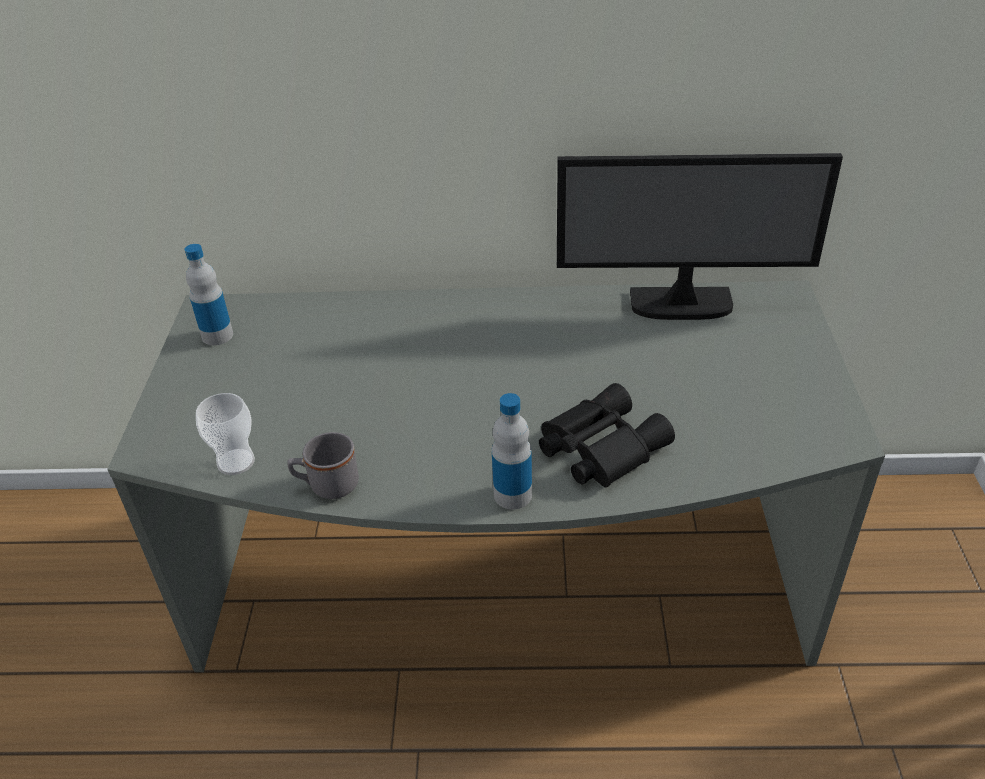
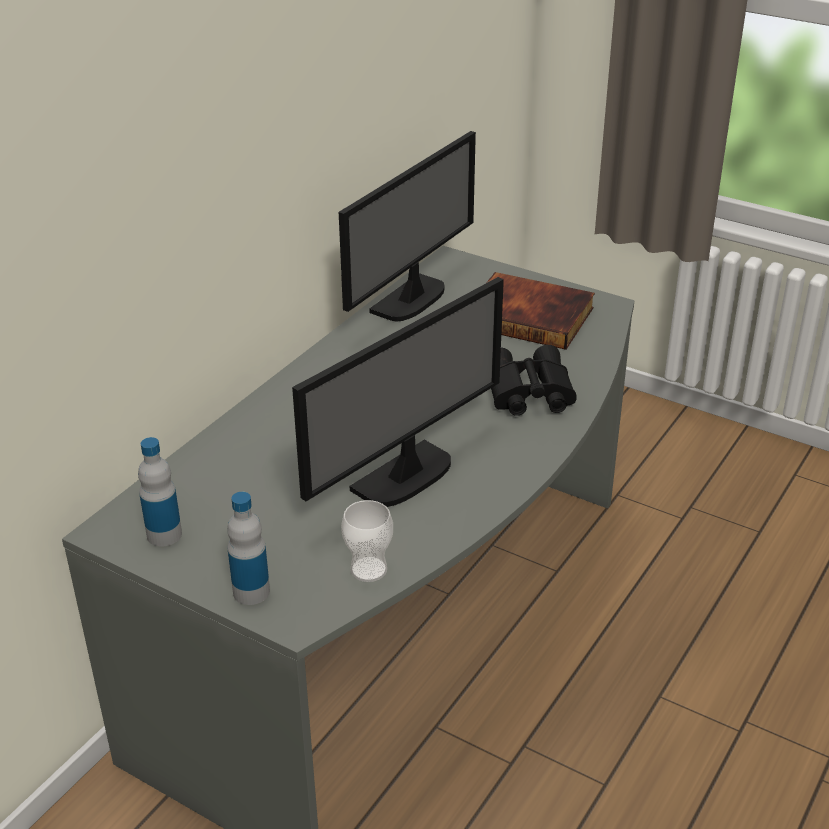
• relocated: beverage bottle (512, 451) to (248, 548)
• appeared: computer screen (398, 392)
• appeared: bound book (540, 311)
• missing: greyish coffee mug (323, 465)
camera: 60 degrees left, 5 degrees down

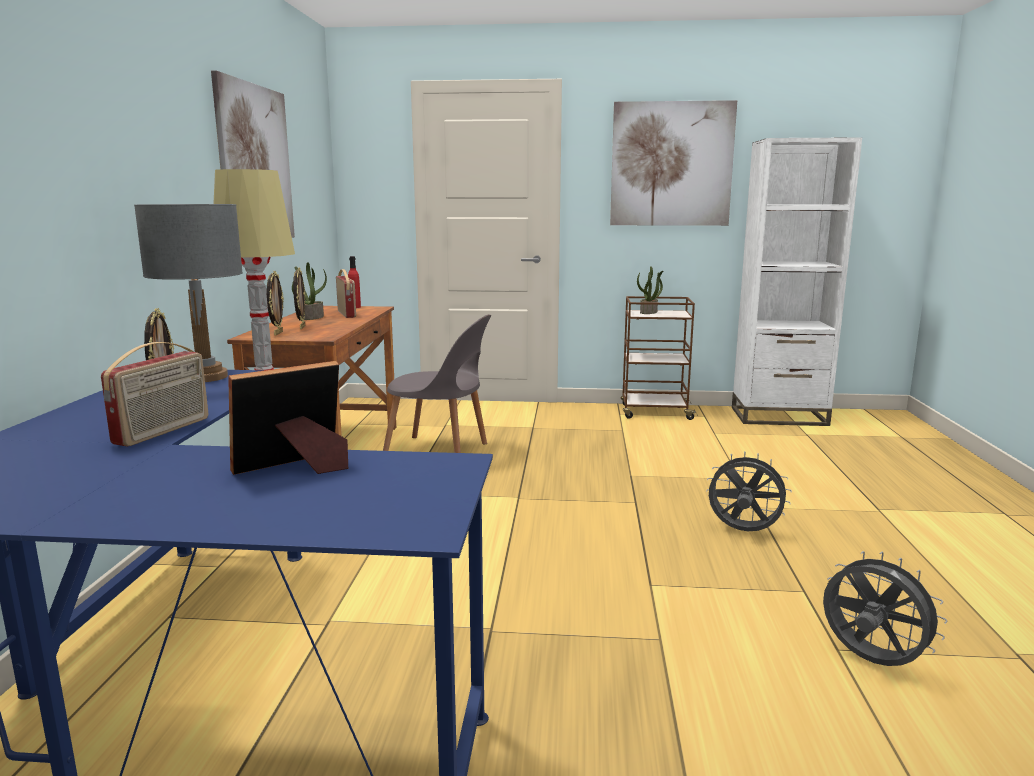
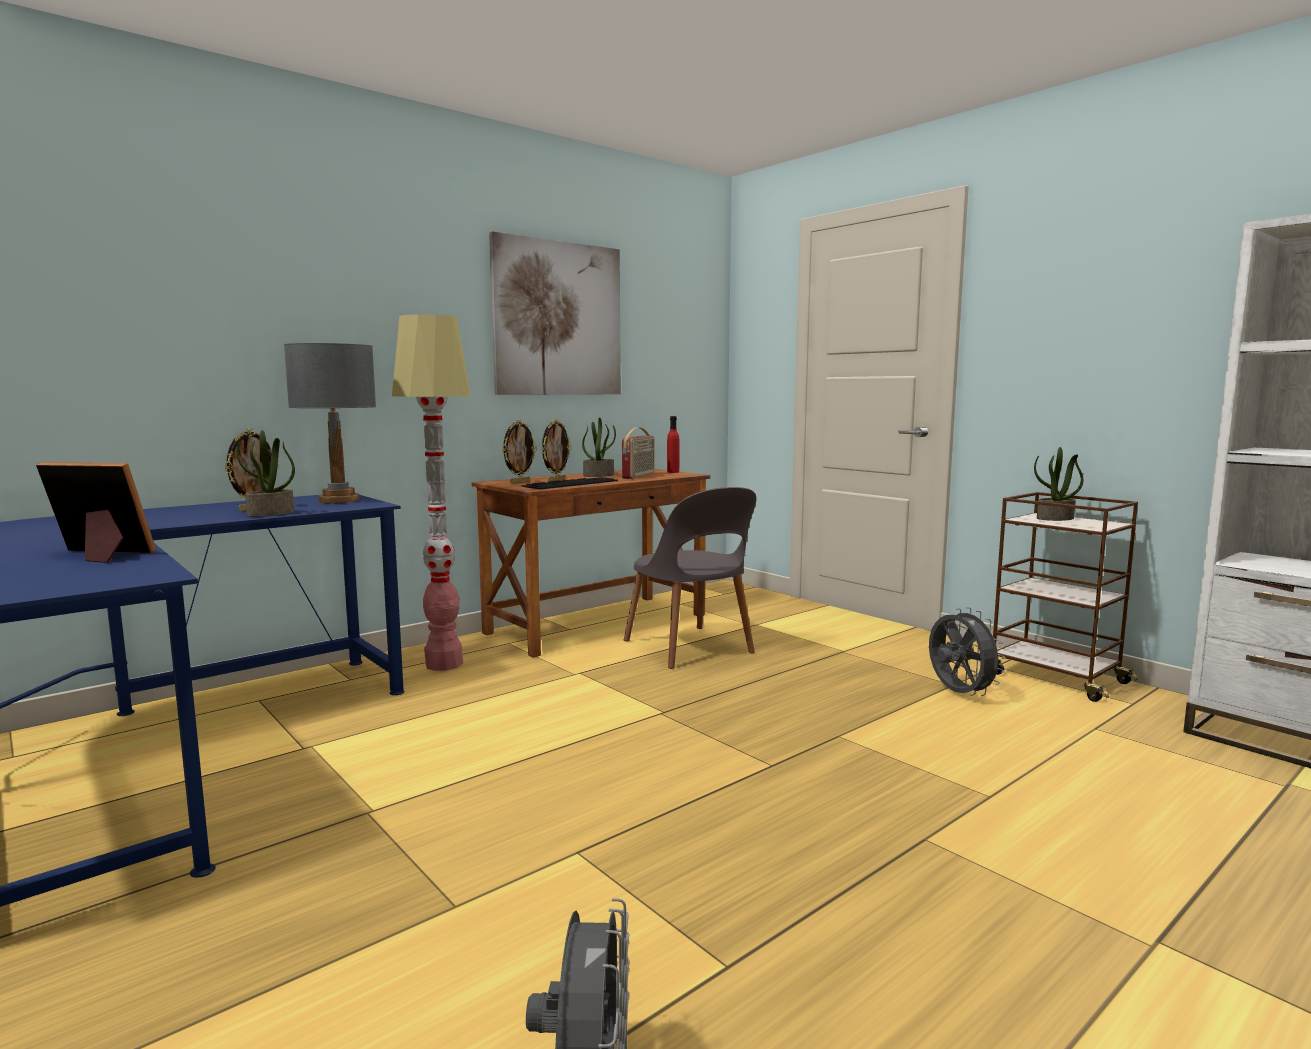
• appeared: plant in a pot (265, 473)
• appeared: computer keyboard (569, 483)
• relocated: greyish electric fan (749, 491) to (967, 651)
• missing: radio set (154, 394)
• missing: wall picture (673, 163)
camera: 45 degrees right, 5 degrees down

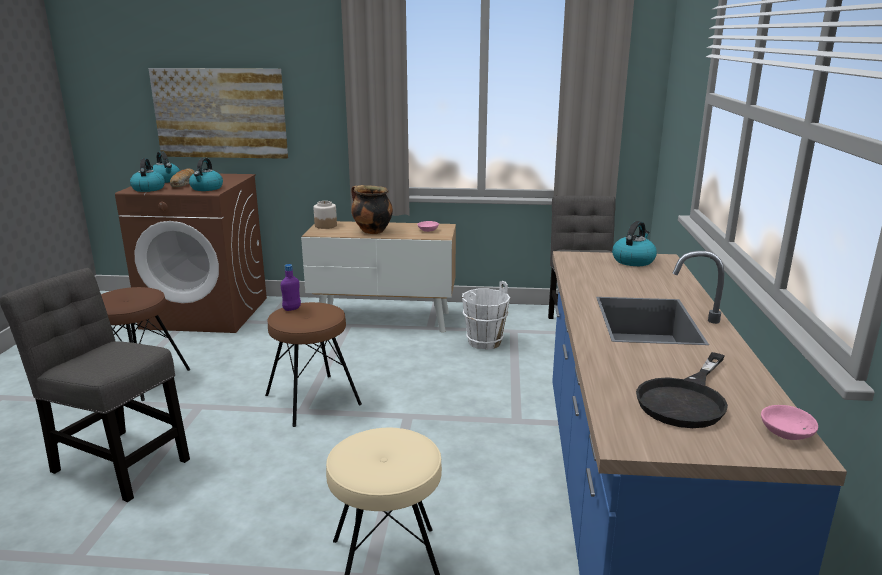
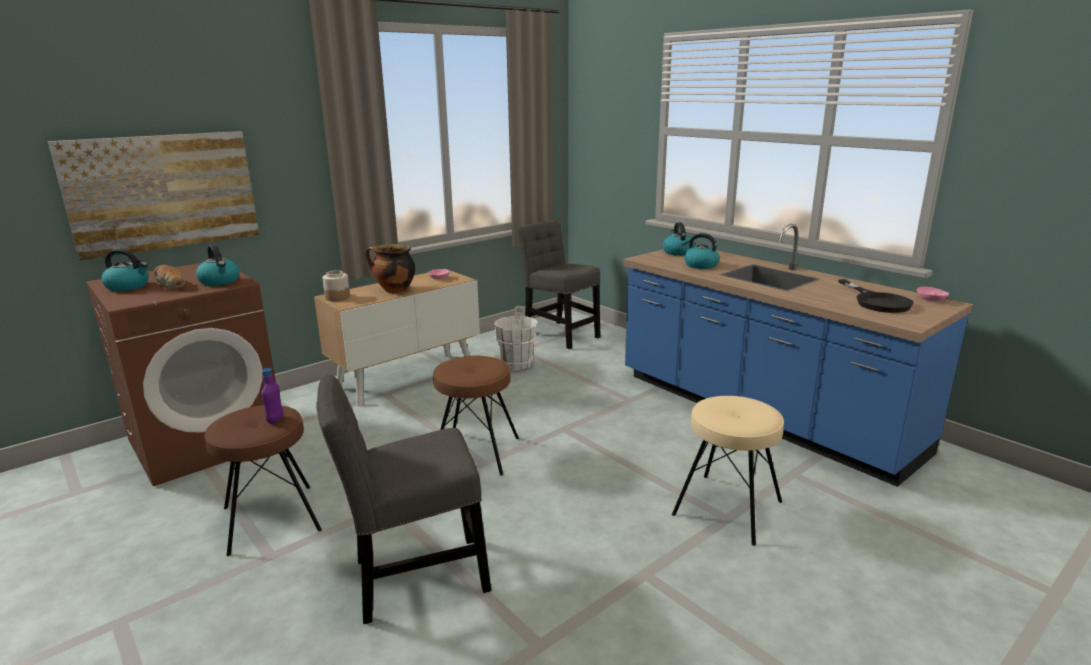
• relocated: purple-coloured beverage bottle (291, 287) to (272, 396)
• relocated: tea kettle (147, 175) to (700, 251)
camera: 45 degrees left, 0 degrees up

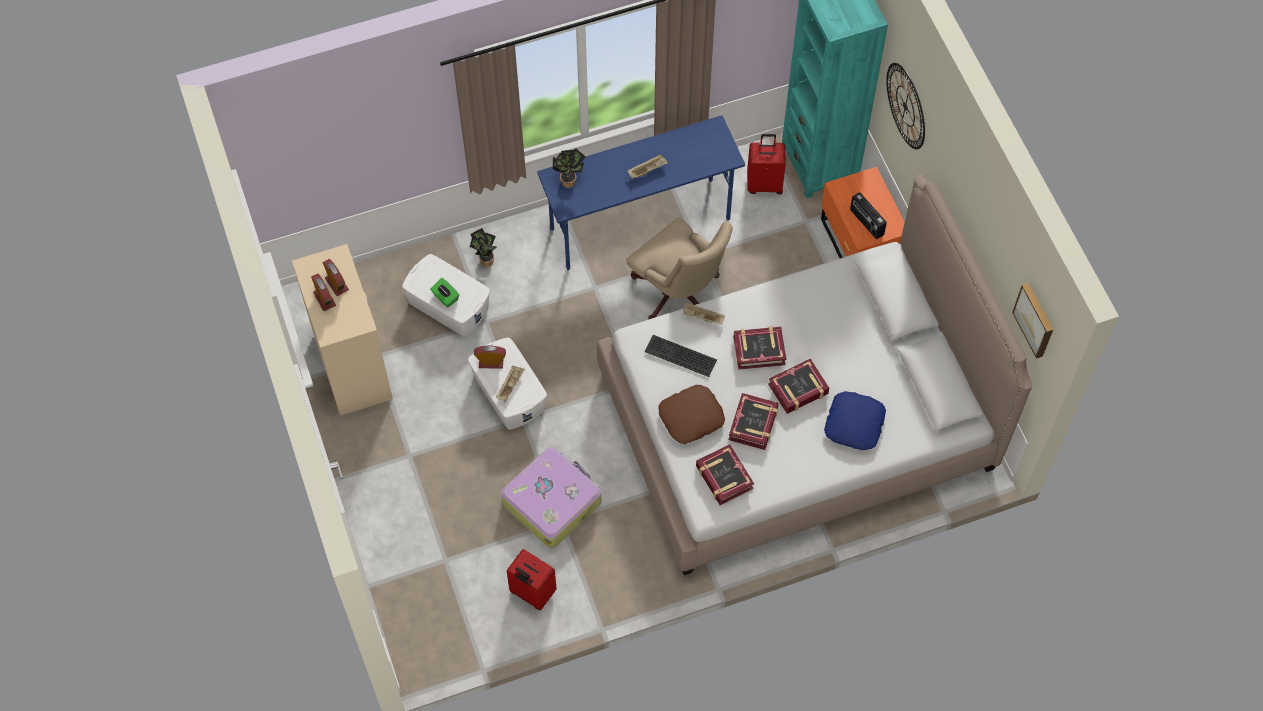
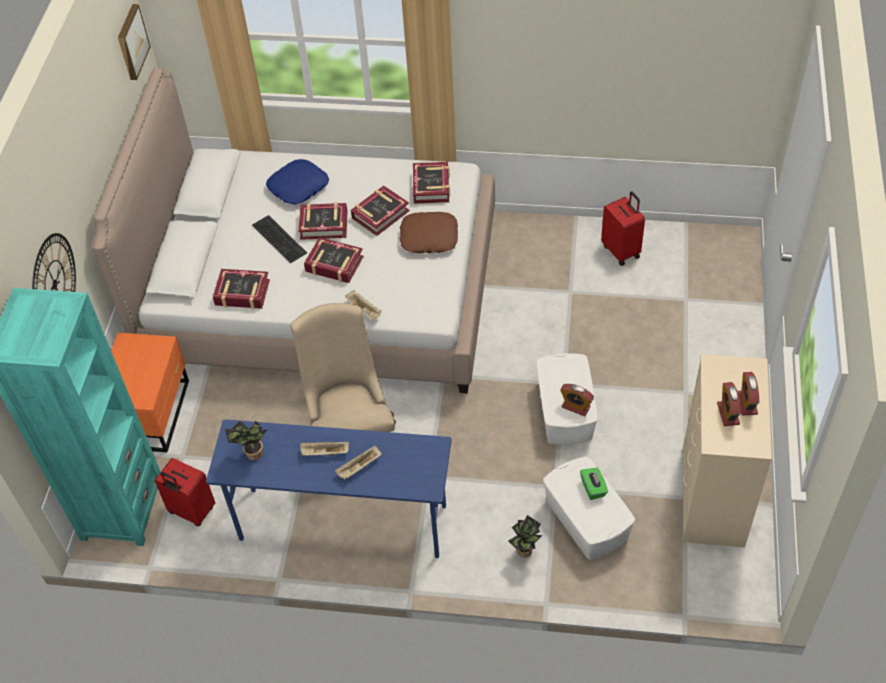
• appeared: bound book (241, 289)
• relocated: plant in a pot (569, 168) to (246, 440)
• relocated: computer keyboard (681, 356) to (279, 239)
• relocated: beige-coloured tray (510, 384) to (358, 462)
• missing: piece of luggage (551, 497)
• missing: radio set (868, 215)
camera: 150 degrees left, 10 degrees down

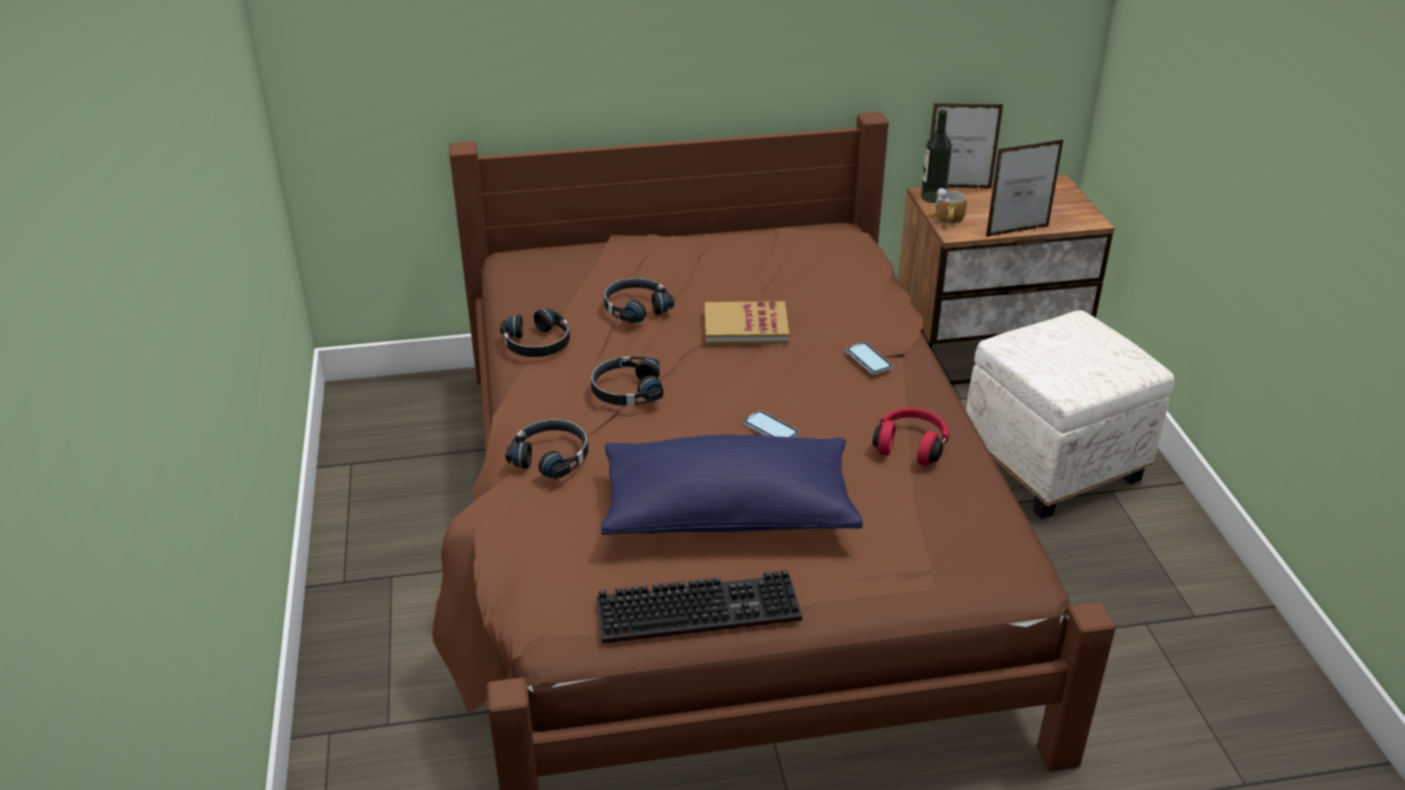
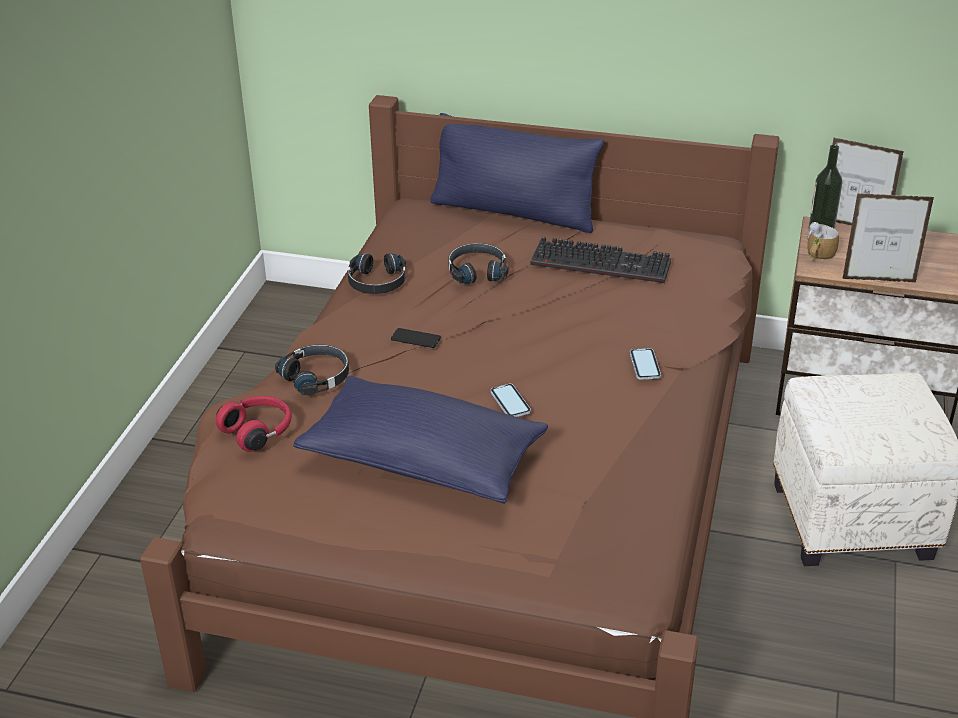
• relocated: red headphones (911, 437) to (254, 424)
• exchanged: blackish headphones (627, 380) to telephone (416, 338)
• appeared: blue pillow (517, 173)
• relocated: computer keyboard (699, 607) to (600, 260)
• missing: bound book (747, 322)
camera: 25 degrees right, 0 degrees up

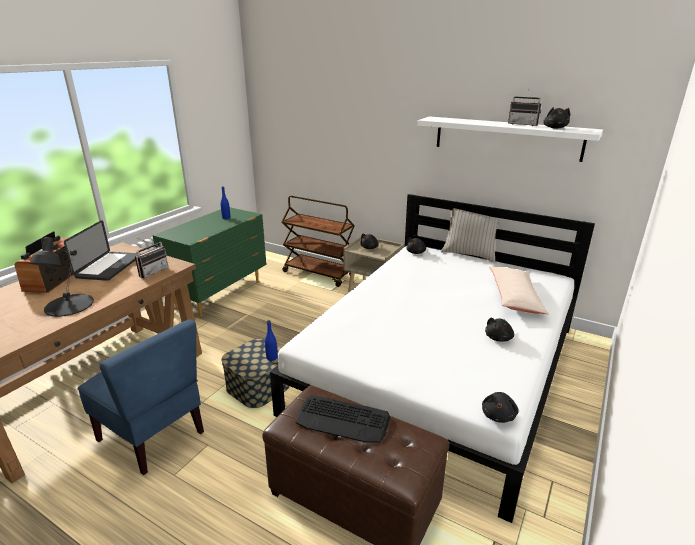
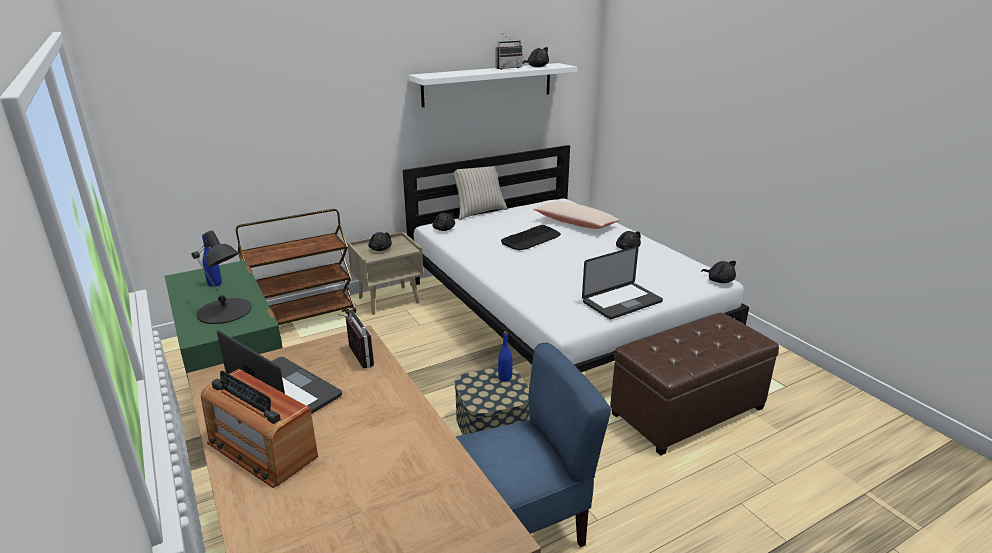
• relocated: blackish tabletop lamp (61, 277) to (222, 277)
• relocated: computer keyboard (343, 419) to (531, 238)
• appeared: portable computer (622, 283)
camera: 60 degrees left, 0 degrees up

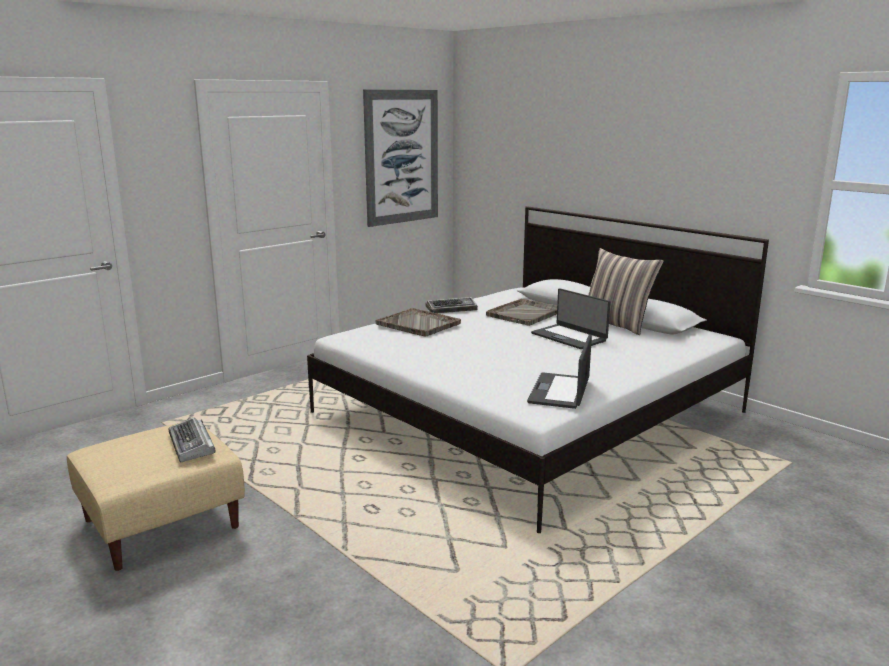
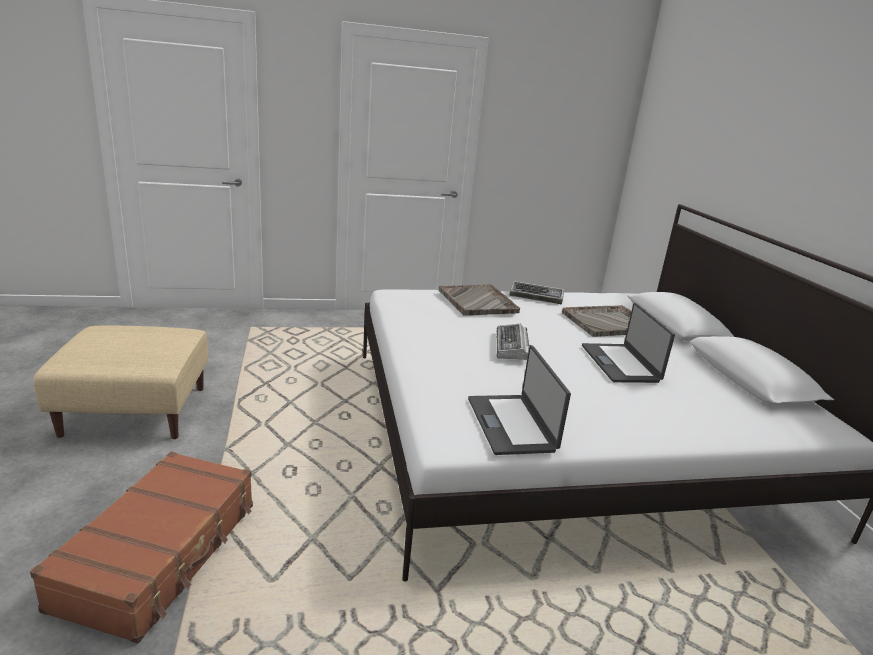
• appeared: brown-coloured piece of luggage (141, 548)
• spun: portable computer (559, 371) = (519, 400) 60 degrees counterclockwise
• relocated: computer keyboard (191, 440) to (513, 342)
• missing: wall picture (400, 158)
• missing: pillow (626, 291)
camera: 30 degrees right, 5 degrees up

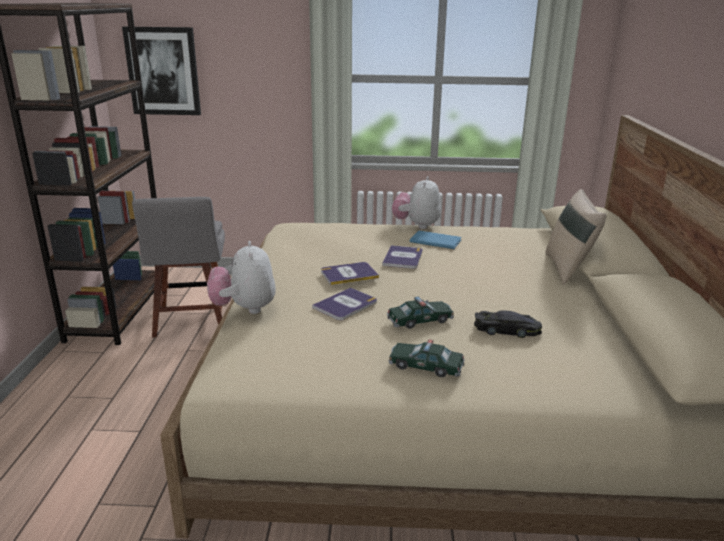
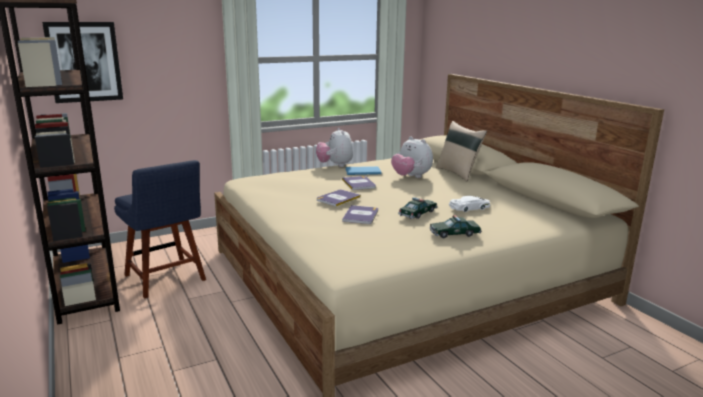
• colour: greyish upright chair (178, 267) to blue upright chair (160, 229)
• relocated: soft toy (241, 277) to (412, 157)
• colour: blackish toy car (508, 324) to whitish toy car (469, 204)
camera: 30 degrees left, 5 degrees down

